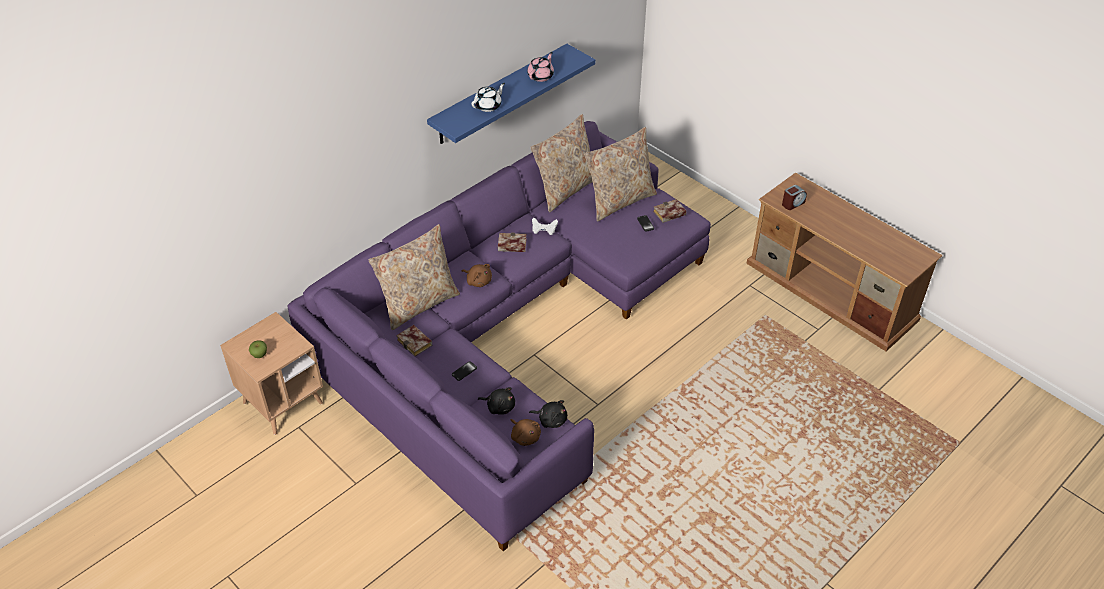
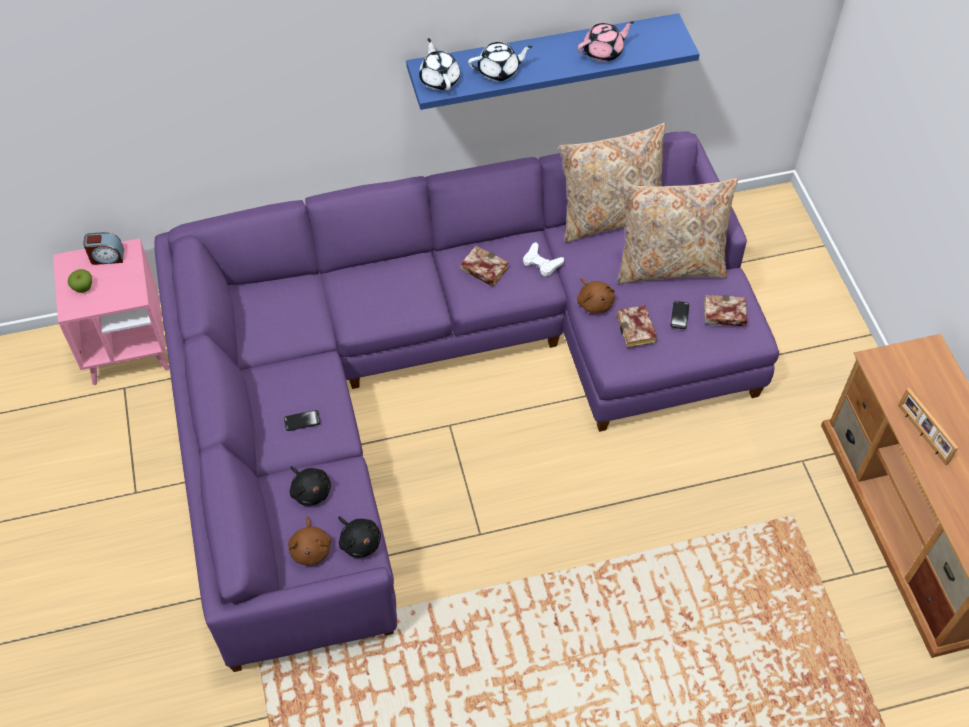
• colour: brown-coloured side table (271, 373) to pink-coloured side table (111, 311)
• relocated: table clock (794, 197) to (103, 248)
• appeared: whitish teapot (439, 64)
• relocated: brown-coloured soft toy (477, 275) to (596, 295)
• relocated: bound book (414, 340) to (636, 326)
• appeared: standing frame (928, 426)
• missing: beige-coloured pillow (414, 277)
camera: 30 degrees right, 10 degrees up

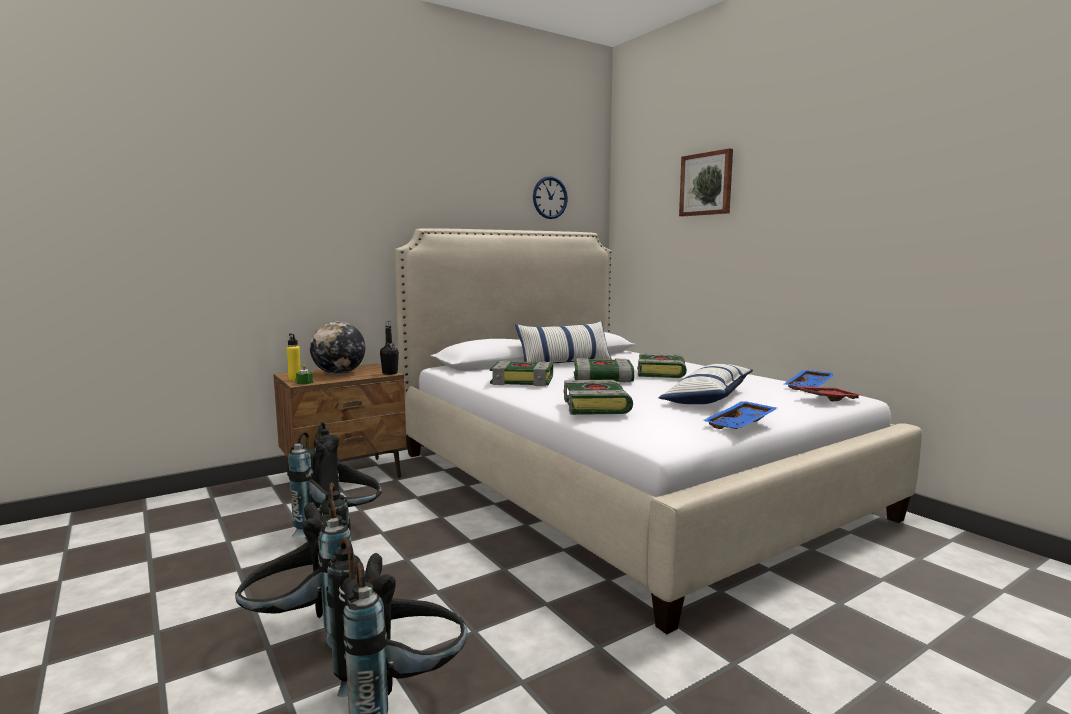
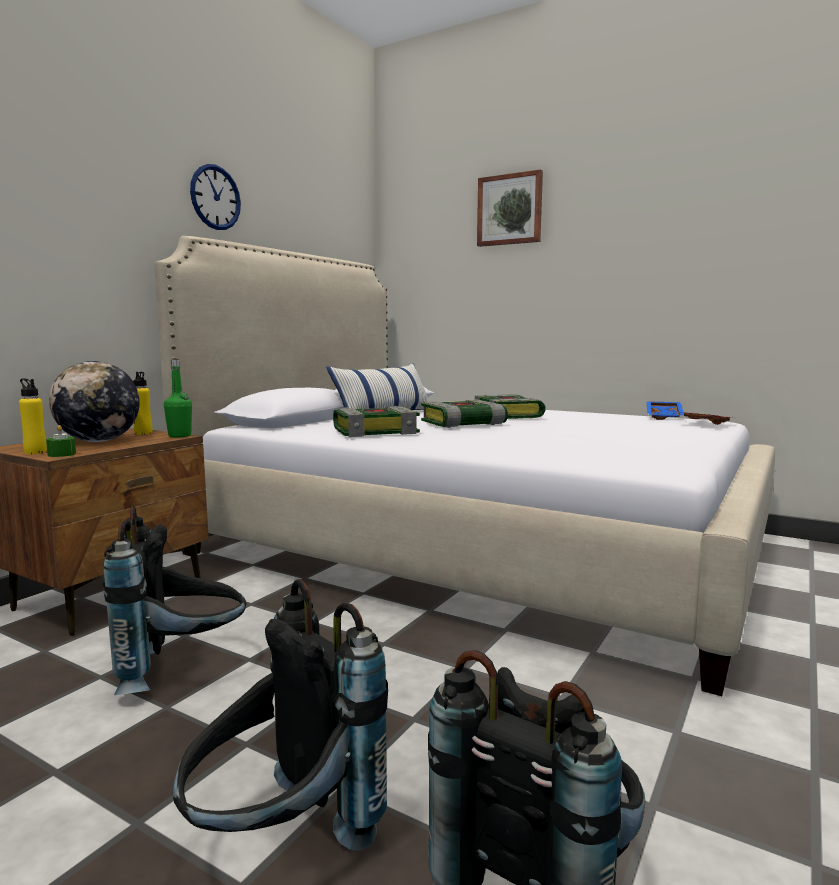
• appeared: yellow-coloured beverage bottle (143, 403)
• colour: blackish beverage bottle (389, 348) to green-coloured beverage bottle (178, 398)
• relocated: wall clock (550, 197) to (215, 197)
• missing: bound book (598, 397)
• missing: pillow (705, 384)
• missing: blue tray (740, 415)
camera: 25 degrees left, 0 degrees up

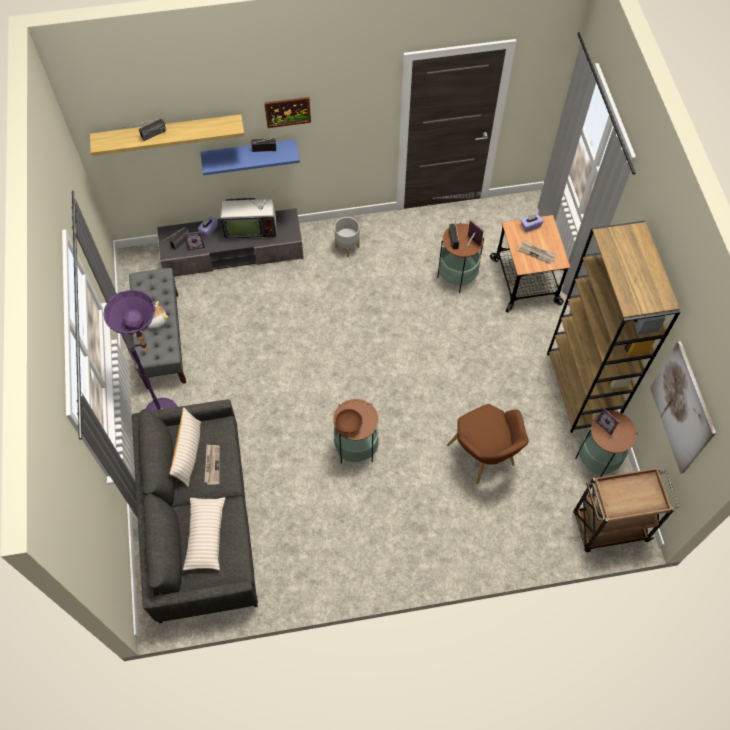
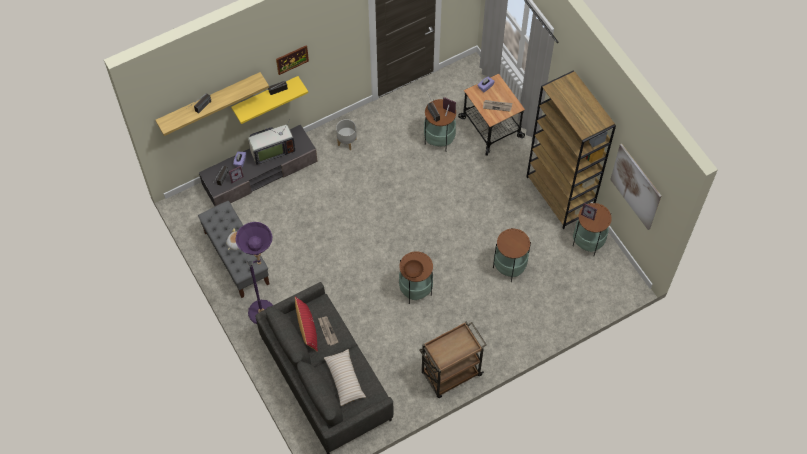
• colour: blue wall shelf (250, 157) to yellow-coloured wall shelf (269, 100)
• colour: beige-coloured pillow (185, 447) to red pillow (306, 324)
• relocated: brown-coloured cart (626, 509) to (453, 360)
• exchanged: brown-coloured easy chair (487, 444) to side table (512, 255)
camera: 20 degrees left, 0 degrees up

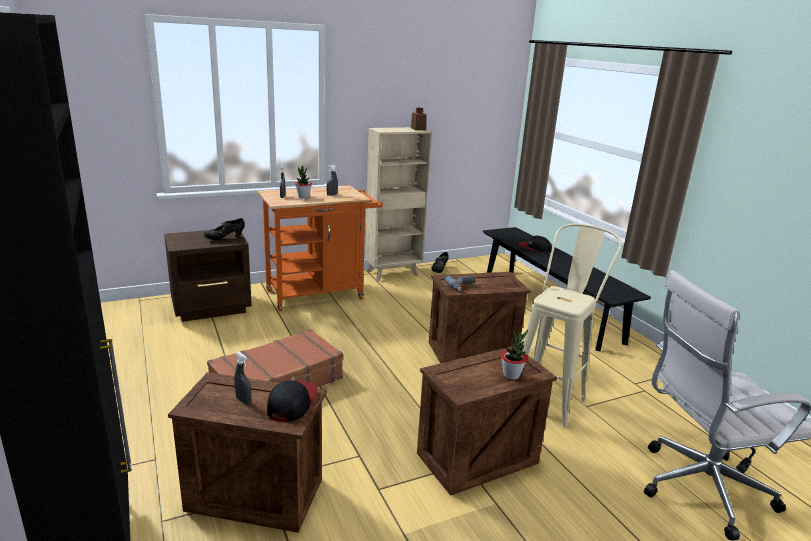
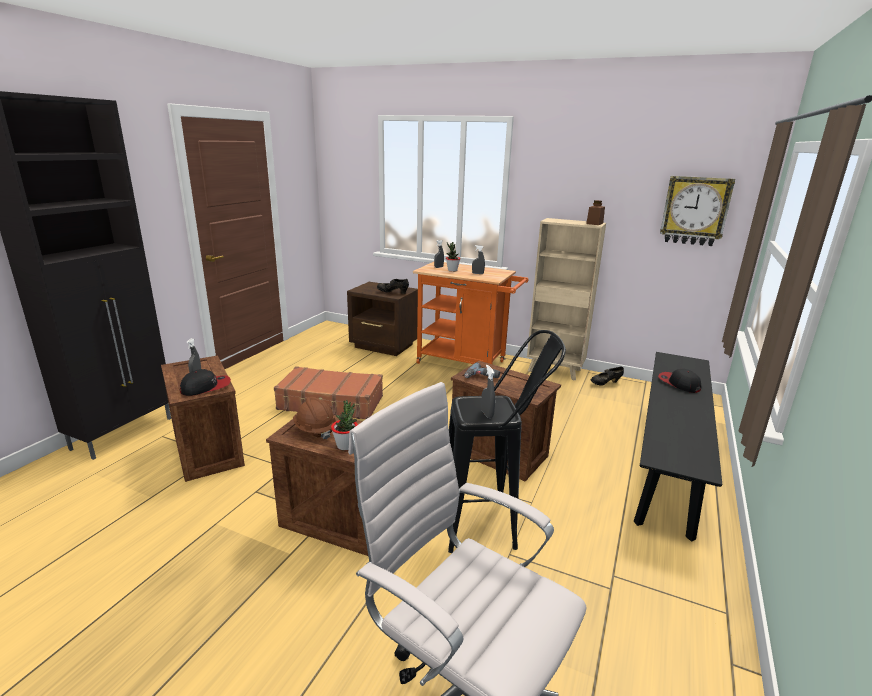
• appeared: brown-coloured work helmet (314, 418)
• colour: beige-coloured sitting stool (572, 325) to blackish sitting stool (507, 441)
• appeared: greyish spray bottle (488, 391)
• appeared: wall clock (697, 211)
camera: 50 degrees right, 0 degrees up

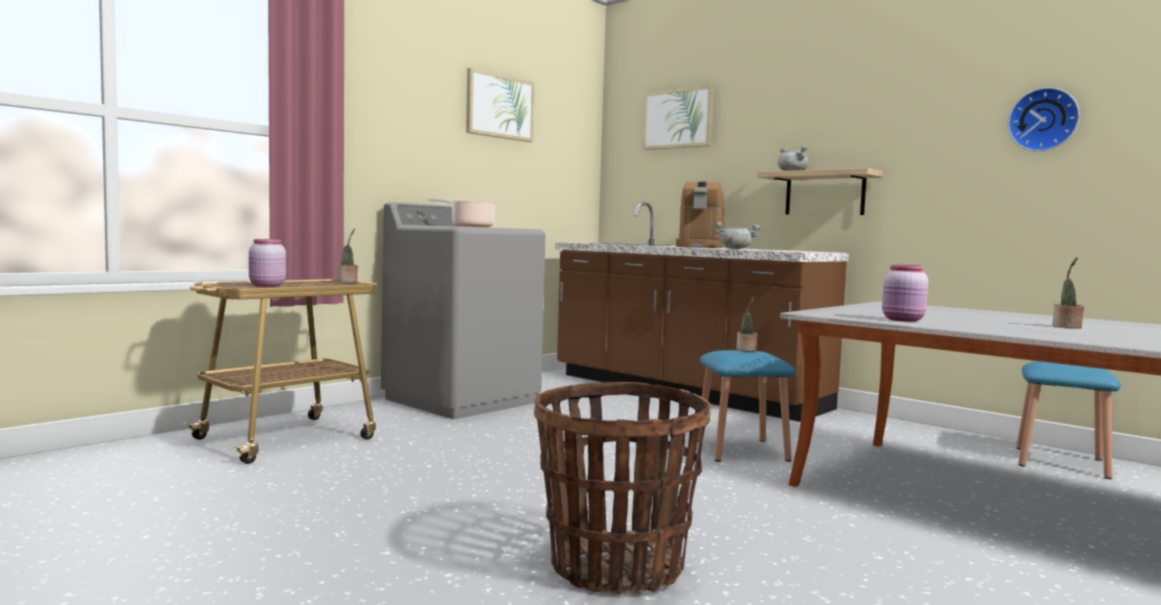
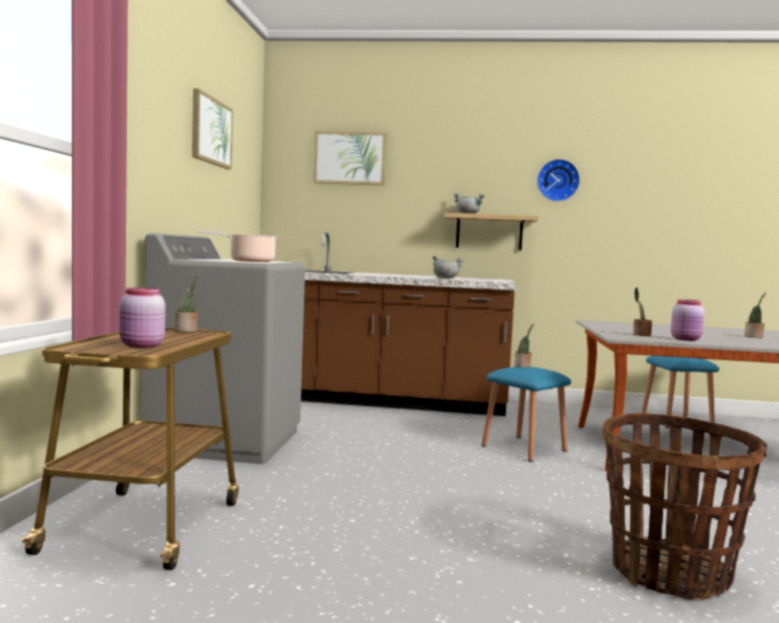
• relocated: wall clock (1044, 119) to (558, 180)
• appeared: plant in a pot (642, 311)
• missing: coffee machine (700, 214)
camera: 35 degrees left, 0 degrees up

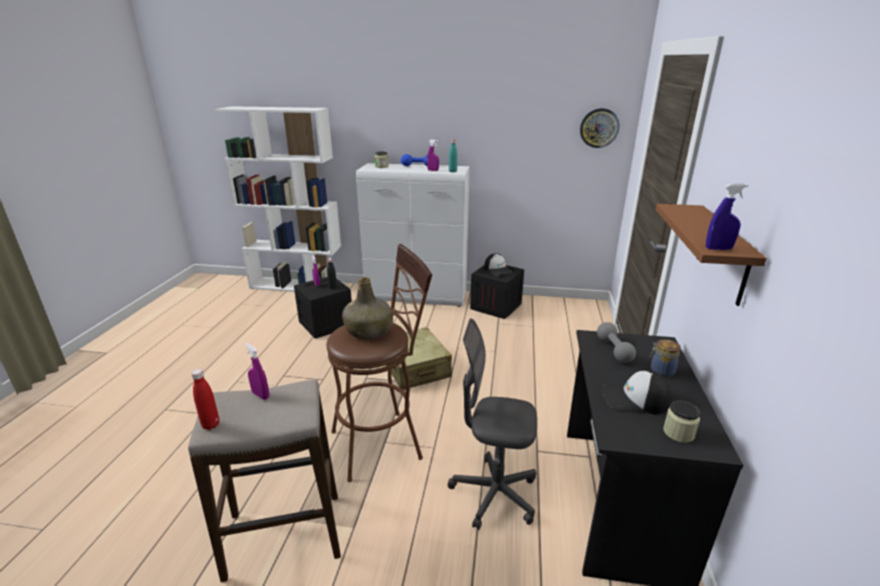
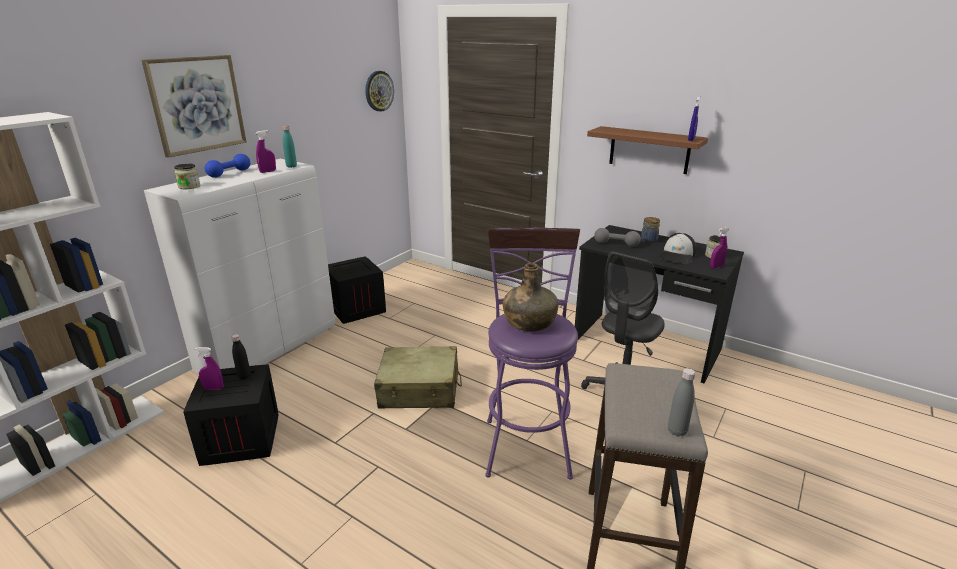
• appeared: wall picture (193, 106)
• colour: brown-coloured sitting stool (379, 363) to purple-coloured sitting stool (533, 354)
• colour: red beverage bottle (205, 399) to greyish beverage bottle (681, 402)
• relocated: purple-coloured spray bottle (256, 371) to (719, 247)
• missing: baseball cap (498, 264)
camera: 65 degrees left, 0 degrees up

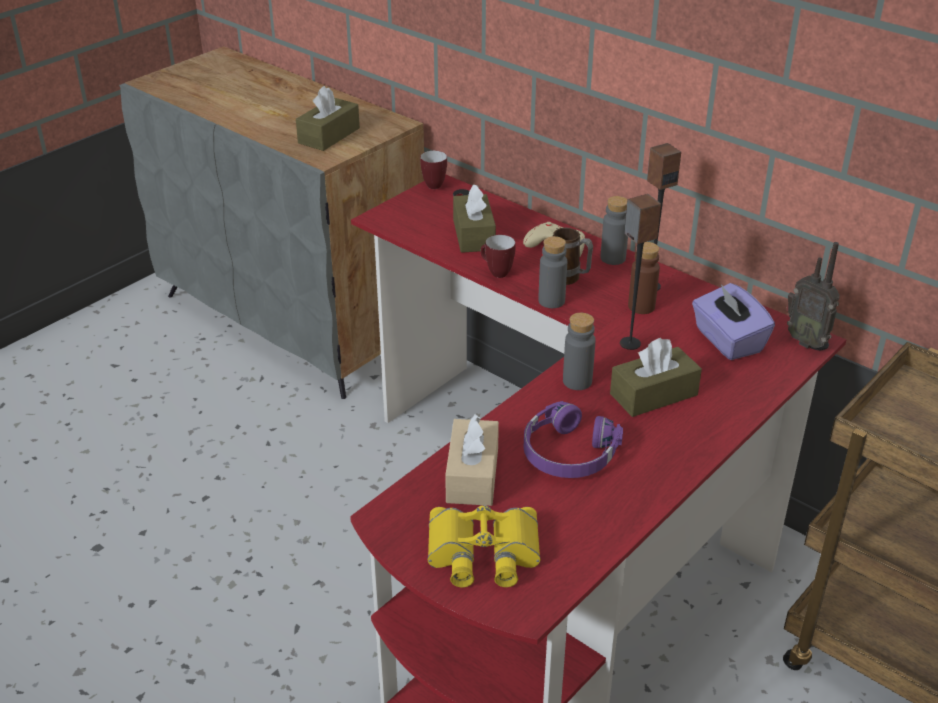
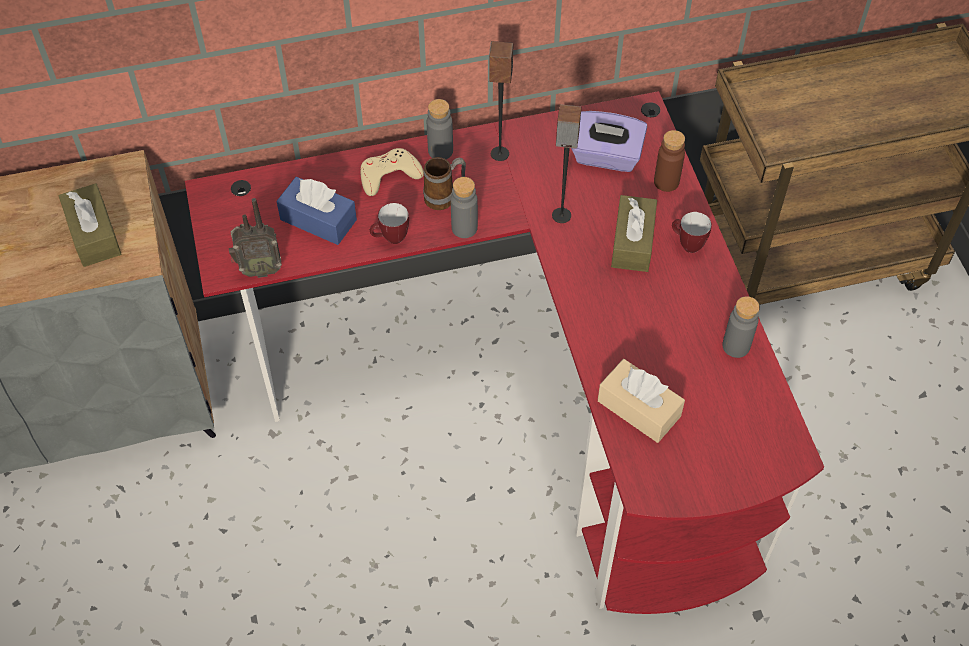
• relocated: radio set (813, 295) to (255, 238)
• colour: brown-coloured box of tissues (474, 218) to blue box of tissues (317, 211)
• relocated: brown-coloured beverage bottle (644, 278) to (669, 161)
• relocated: coffee mug (433, 170) to (692, 232)
• relocated: greyish beverage bottle (579, 351) to (741, 327)
• missing: yellow-coloured field glasses (484, 546)
• missing: purple-coloured headphones (573, 439)
camera: 55 degrees left, 20 degrees up

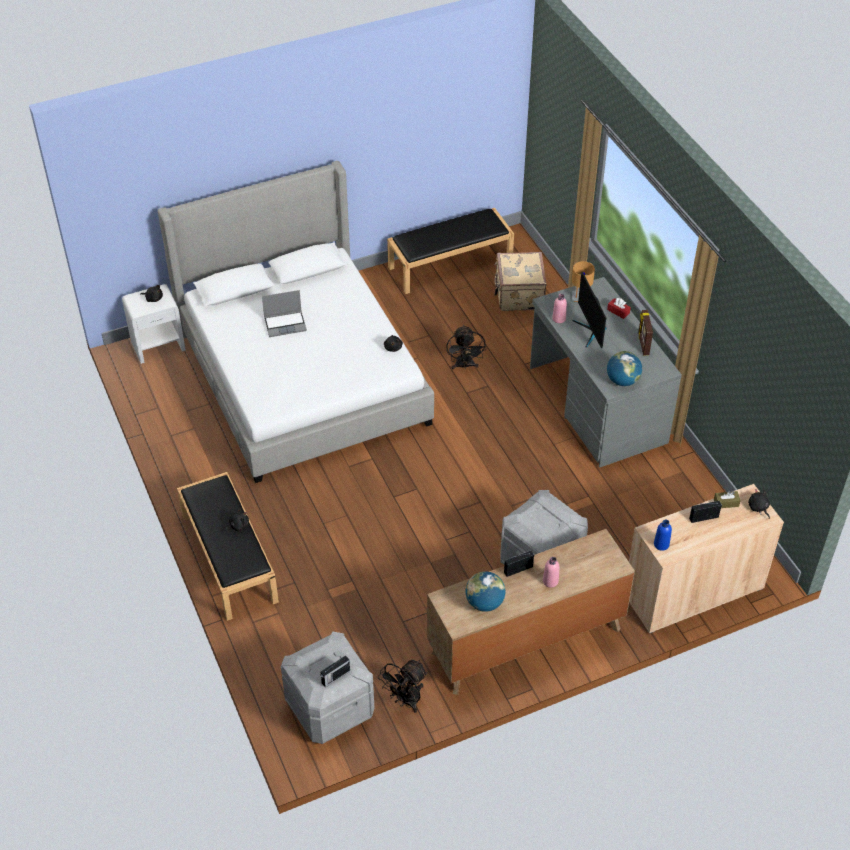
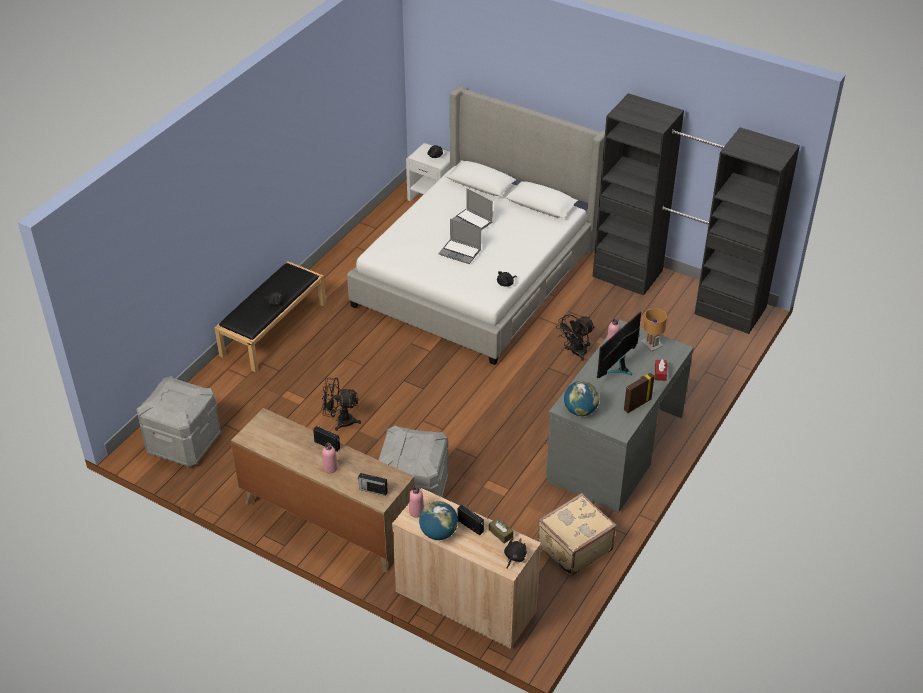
• relocated: blackish electric fan (403, 686) to (341, 404)
• relocated: radio set (335, 671) to (373, 484)
• colour: blue beverage bottle (663, 535) to pink-coloured beverage bottle (416, 501)
• relocated: world globe (485, 591) to (438, 520)
• appeared: portable computer (460, 241)
• relocated: beige-coloured piece of luggage (520, 281) to (577, 534)
• exchanged: blackish bench (450, 251) to blackish clothes cupboard (696, 213)
camera: 55 degrees right, 5 degrees down

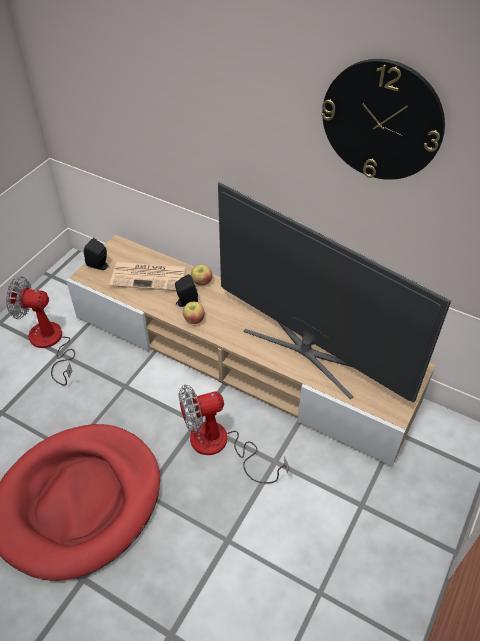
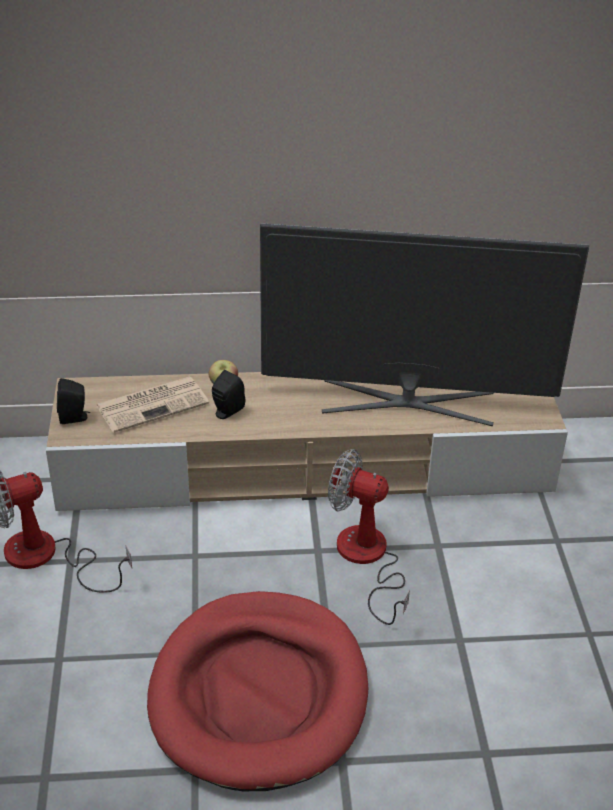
• spun: electric fan (234, 434) = (369, 537) 75 degrees clockwise
• missing: whole apple (194, 313)
• missing: wall clock (383, 119)
camera: 35 degrees left, 10 degrees down

